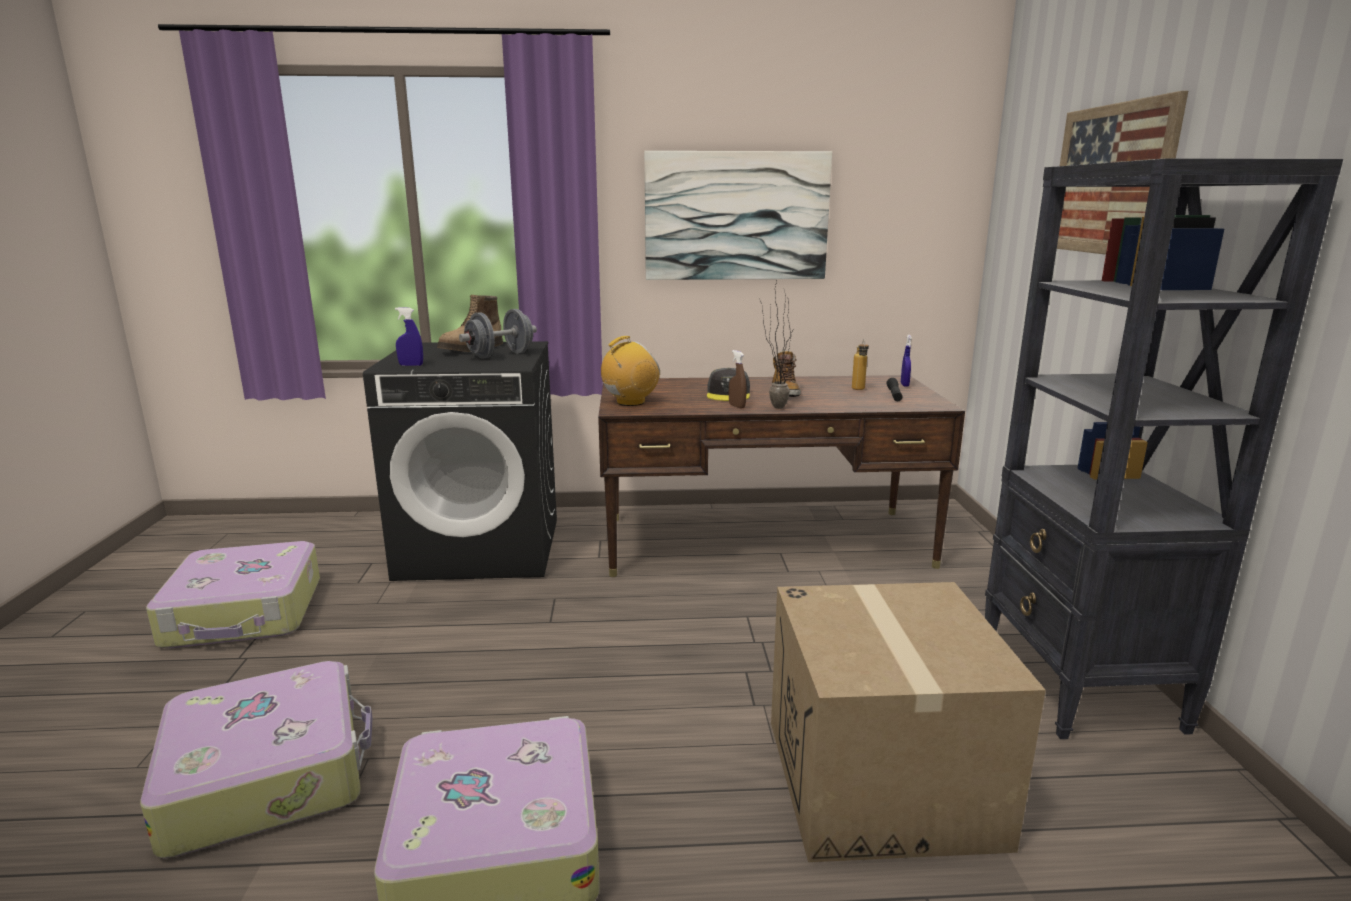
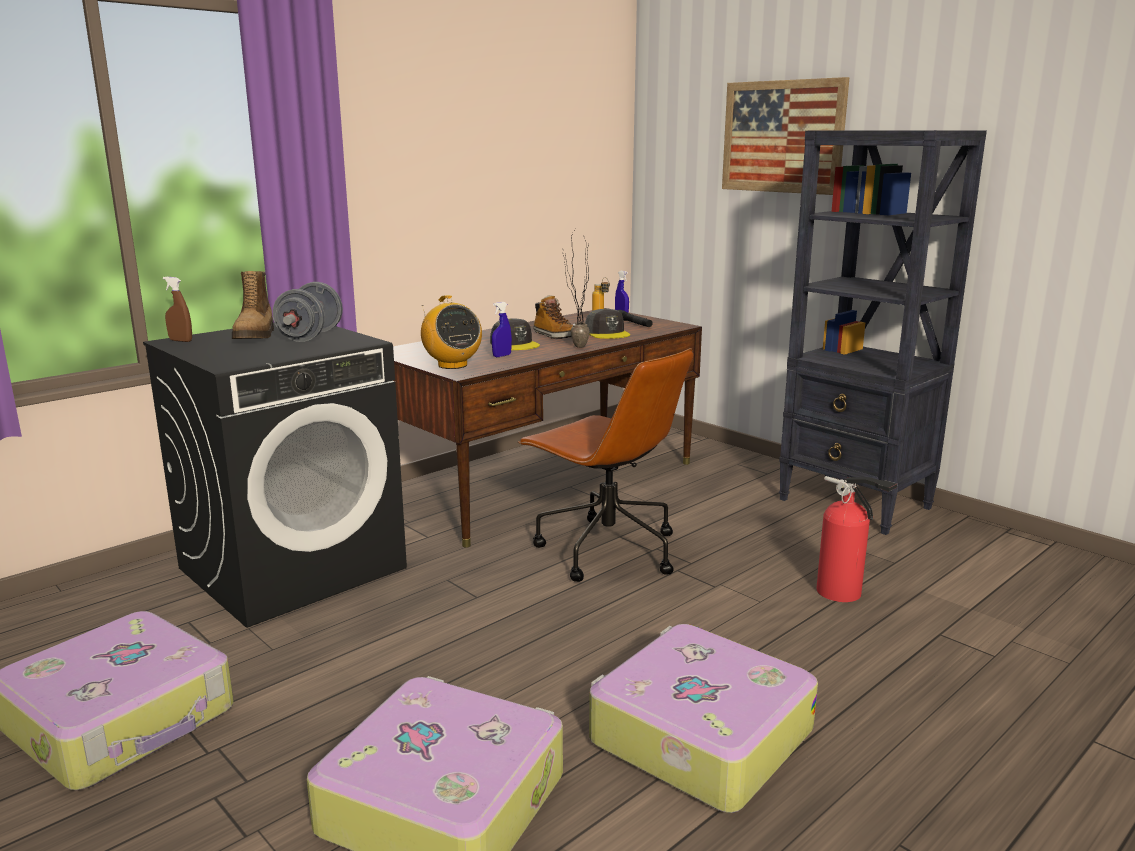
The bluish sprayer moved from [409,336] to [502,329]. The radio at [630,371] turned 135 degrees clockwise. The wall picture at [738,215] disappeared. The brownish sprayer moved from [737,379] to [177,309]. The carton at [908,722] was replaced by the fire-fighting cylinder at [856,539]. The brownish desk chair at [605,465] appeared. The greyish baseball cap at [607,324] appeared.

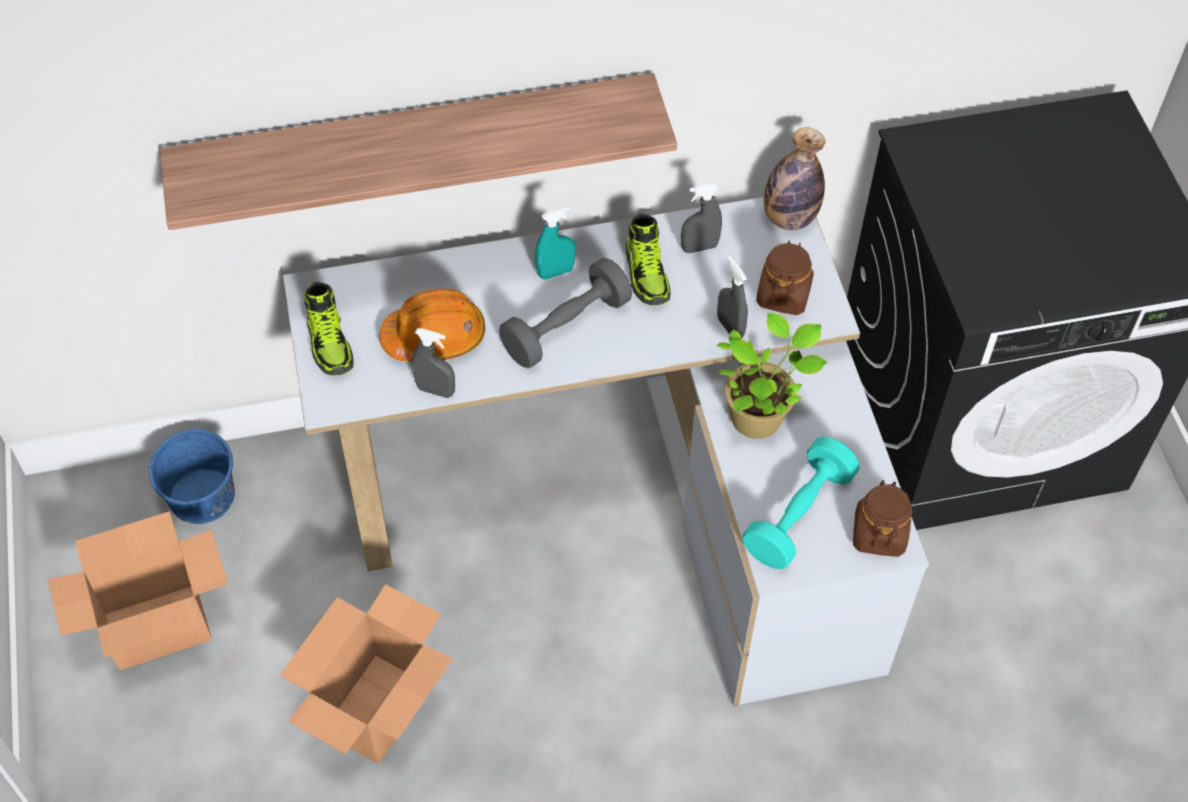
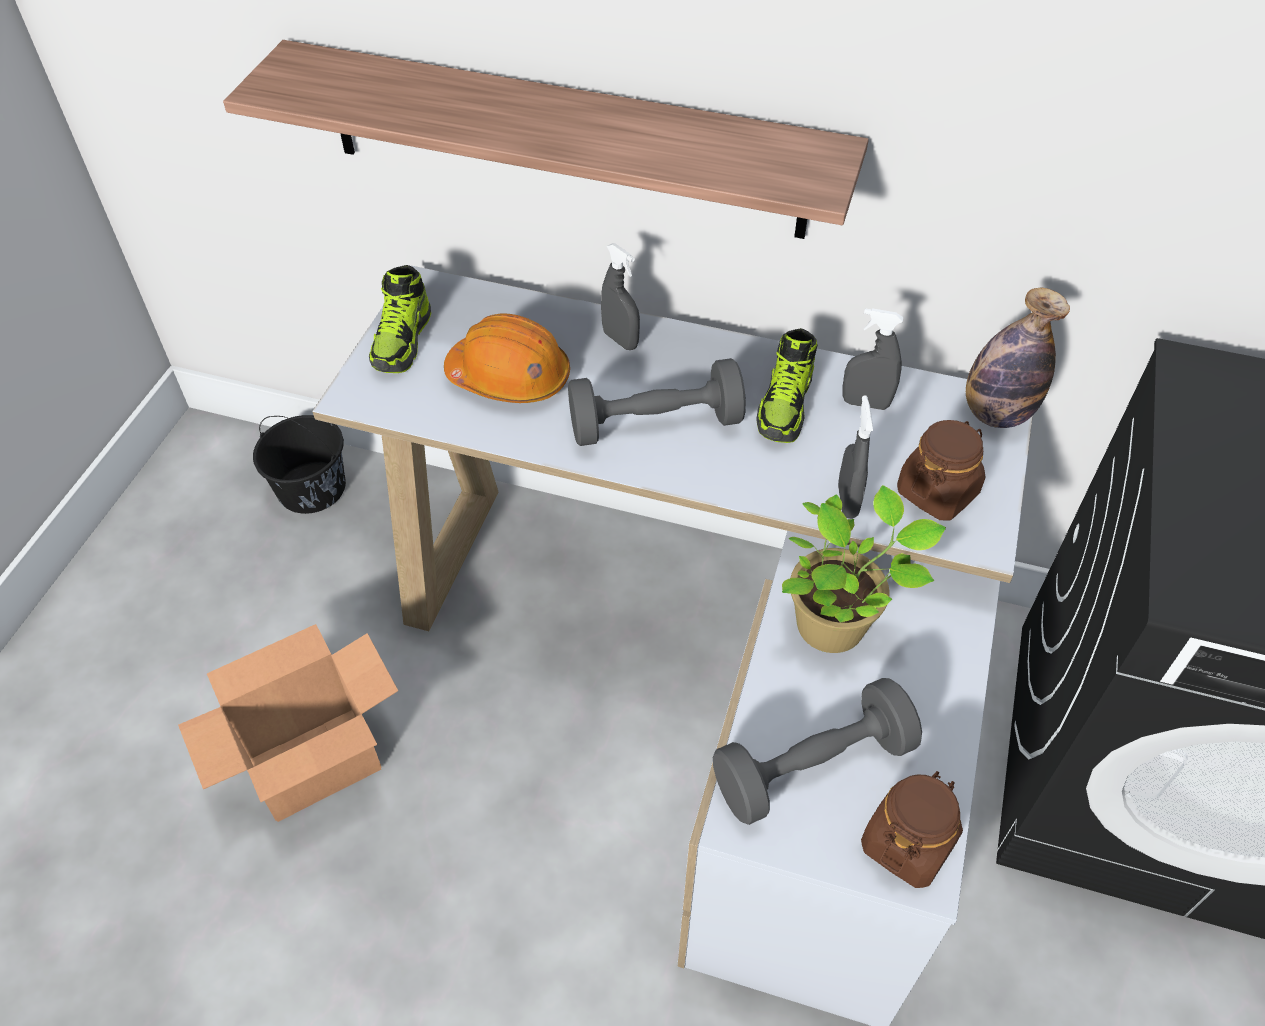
The carton at [138,590] disappeared. The bluish water bucket at [191,476] became the black-coloured water bucket at [299,464]. The greyish sprayer moved from [433,363] to [620,296]. The turquoise sprayer at [555,242] disappeared. The turquoise hand weight at [800,503] became the greyish hand weight at [817,751].

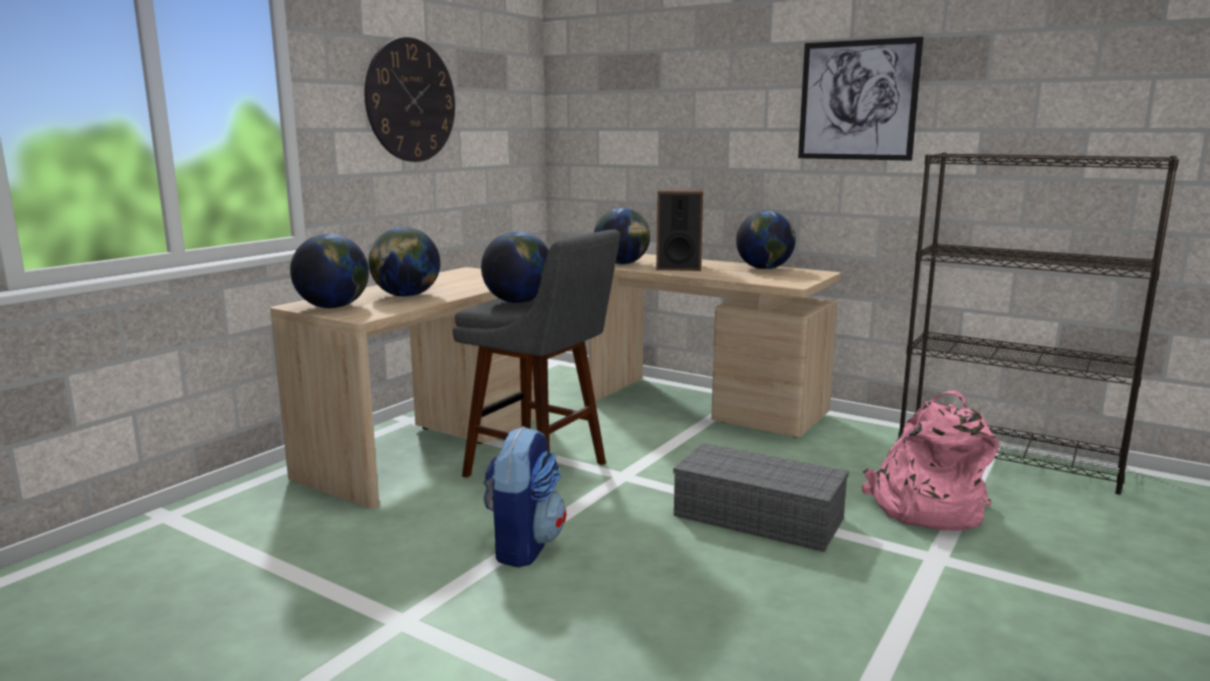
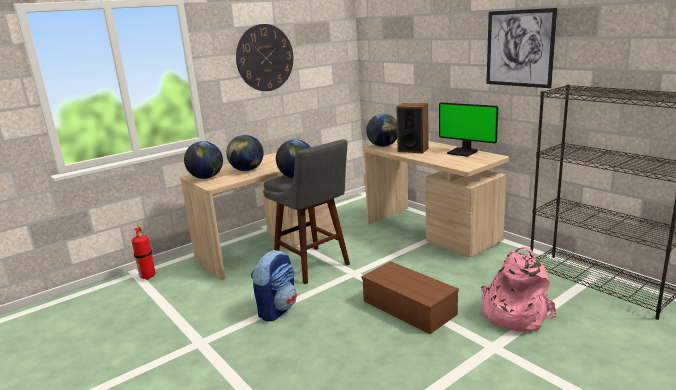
The greyish storage box at [761,497] became the brownish storage box at [410,297]. The globe at [766,240] was replaced by the computer display at [468,129]. The fire-fighting cylinder at [143,251] appeared.

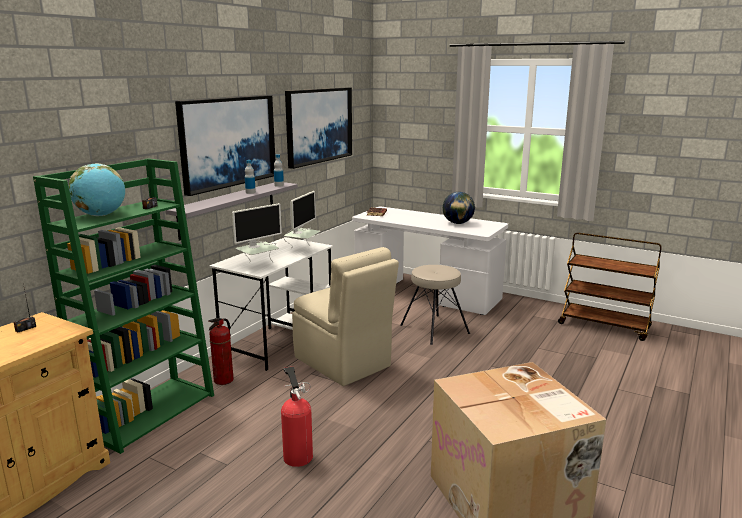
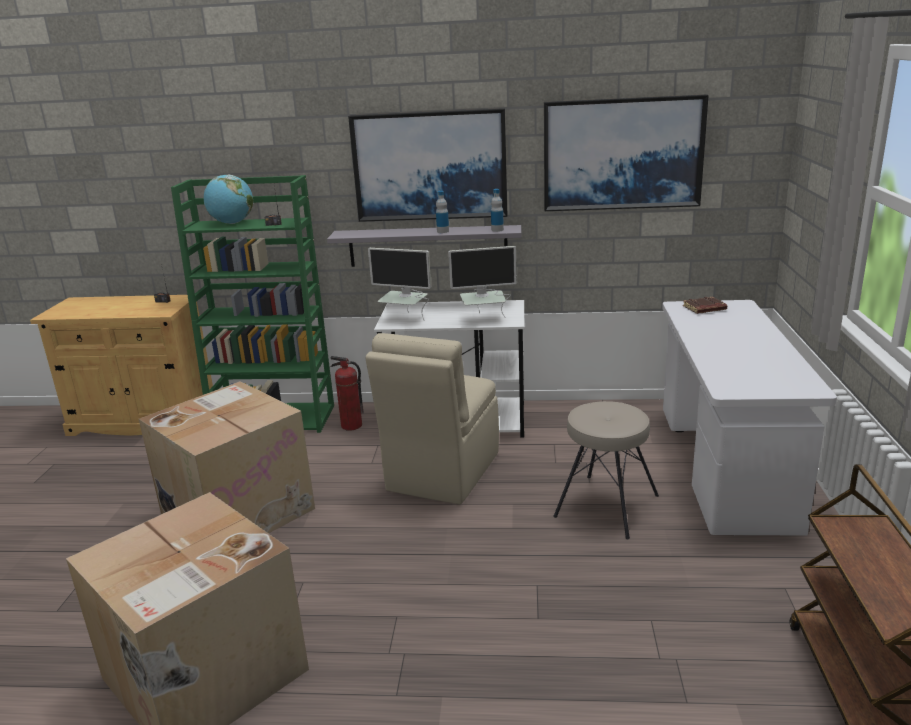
The fire-fighting cylinder at [297,416] was replaced by the carton at [227,457]. The globe at [459,208] disappeared.

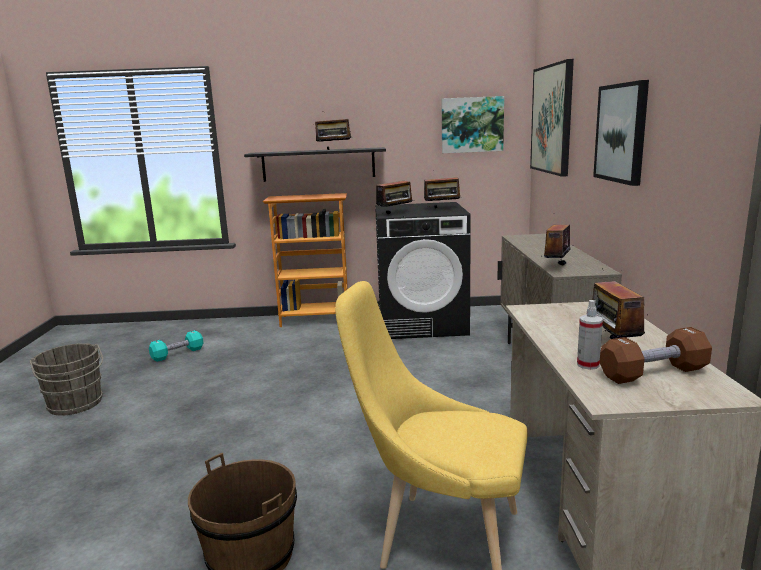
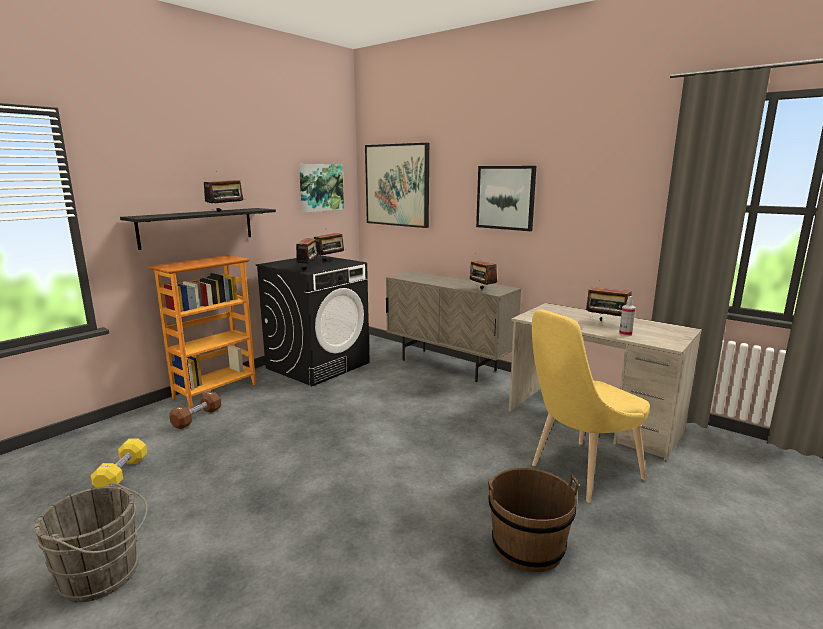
The turquoise hand weight at [176,346] became the yellow hand weight at [119,463]. The brownish hand weight moved from [656,355] to [195,410].

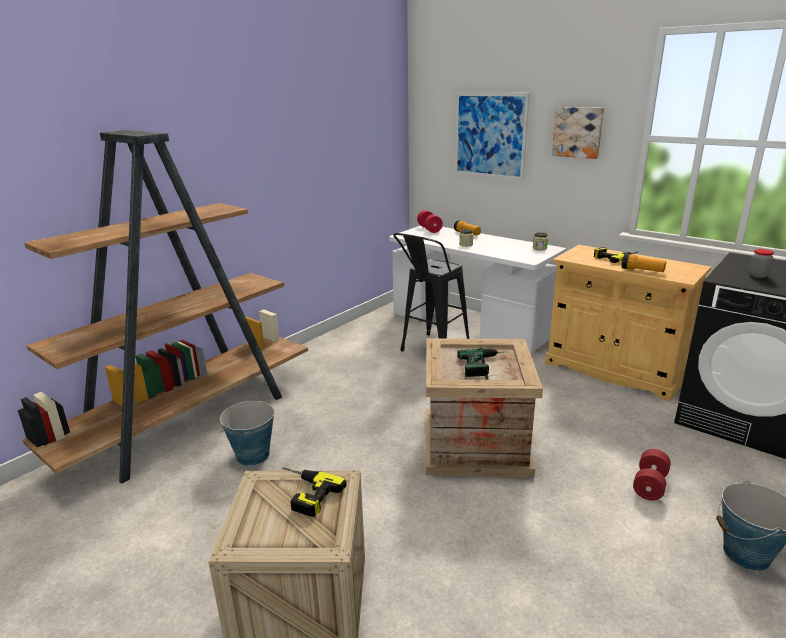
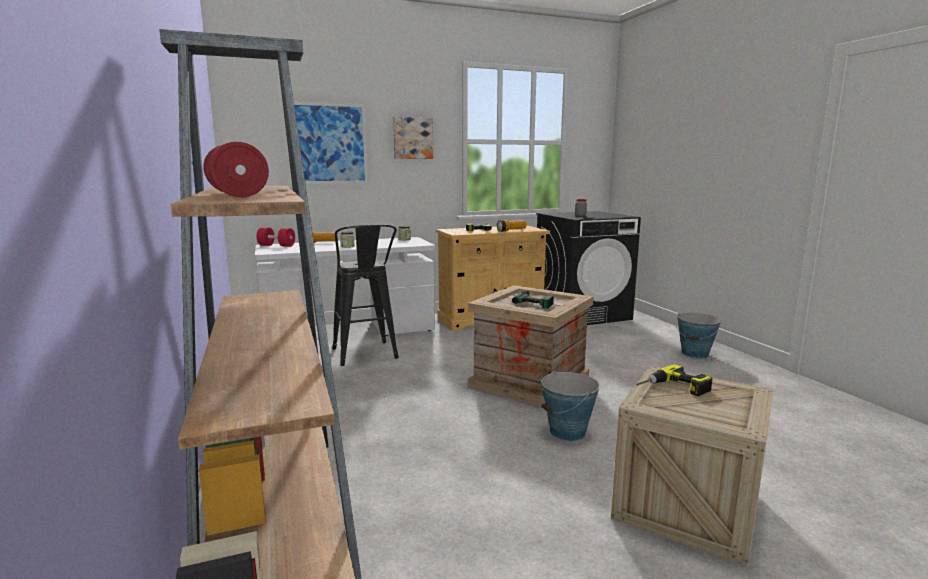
The water bucket moved from [247,433] to [570,406]. The red-coloured hand weight moved from [652,474] to [236,169].

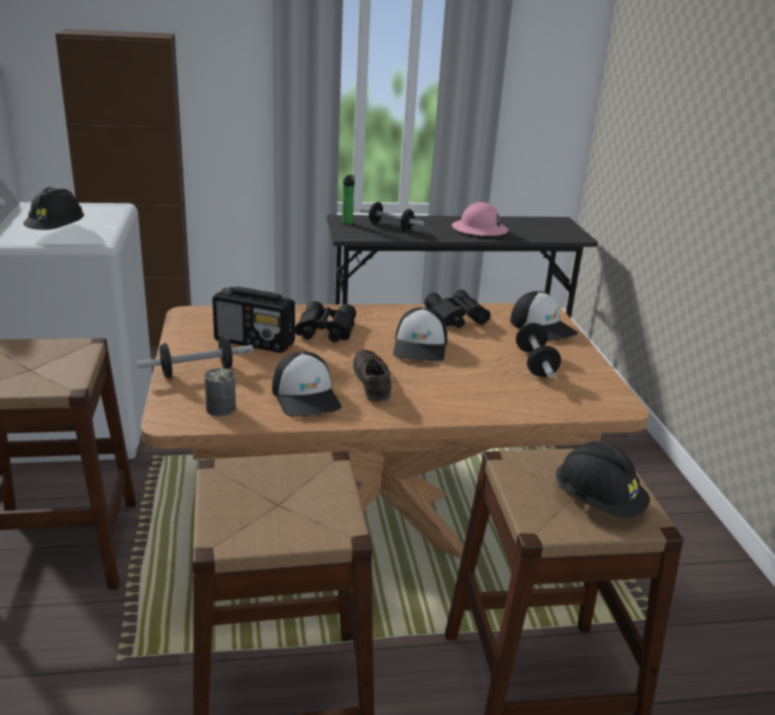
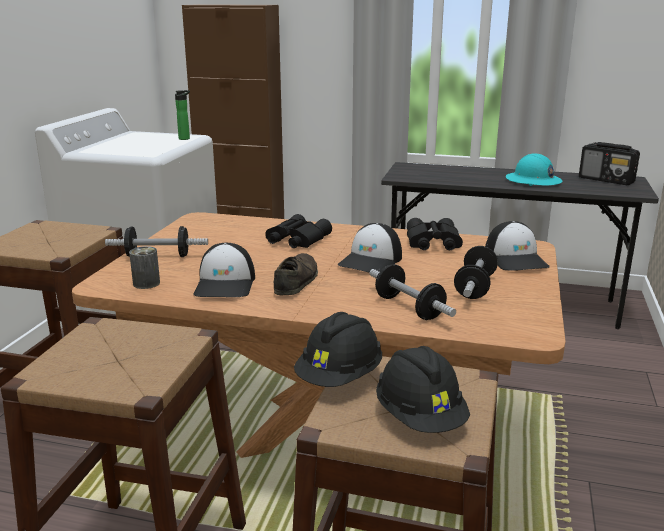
The black-coloured safety helmet moved from [53,208] to [338,349]. The radio moved from [253,320] to [609,163]. The beverage bottle moved from [348,200] to [182,115]. The hand weight moved from [392,216] to [413,292]. The pink safety helmet at [480,219] became the turquoise safety helmet at [534,169].

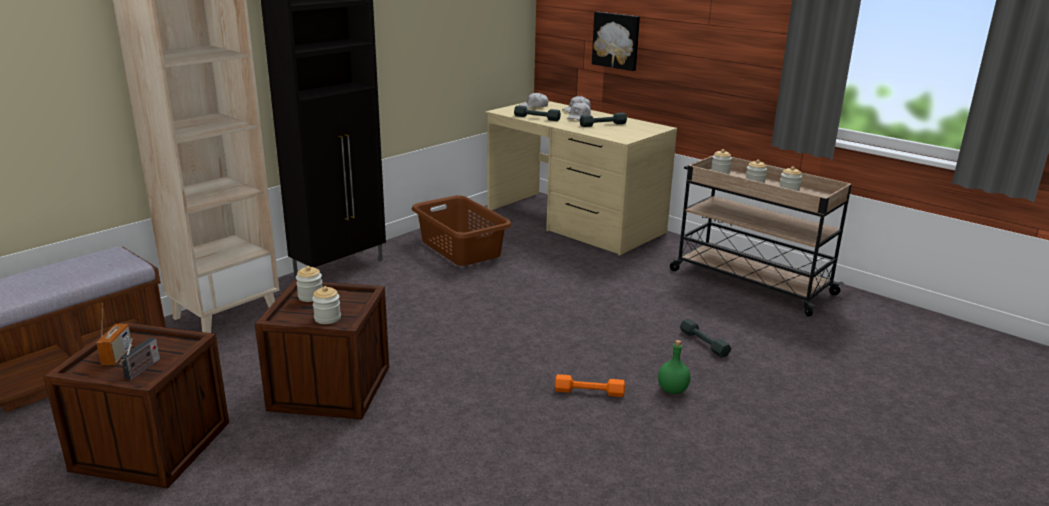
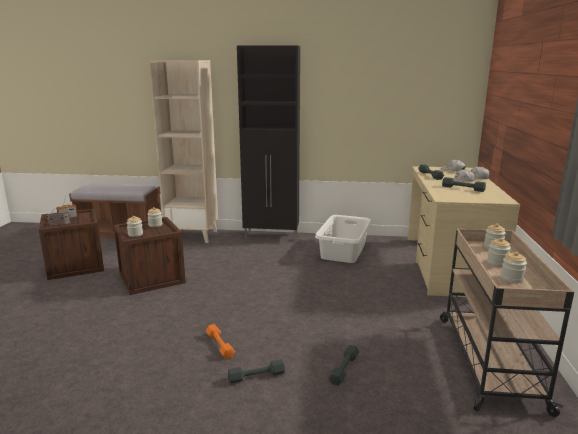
The brownish laundry basket at [462,230] became the white-coloured laundry basket at [343,239]. The wall picture at [616,41] disappeared. The greenish beverage bottle at [674,367] was replaced by the greyish hand weight at [256,371].

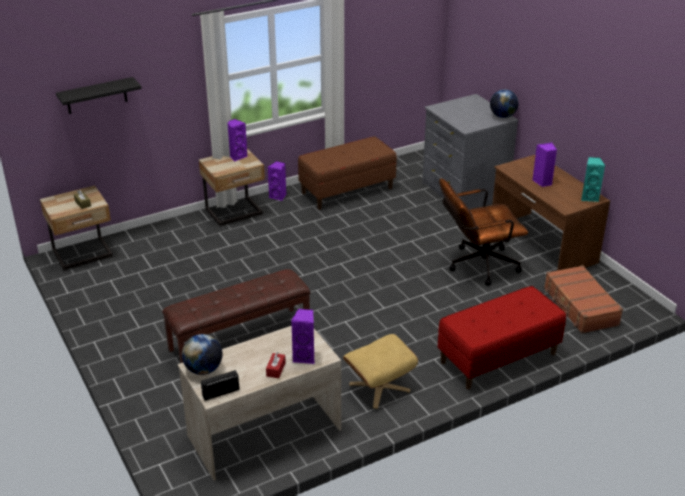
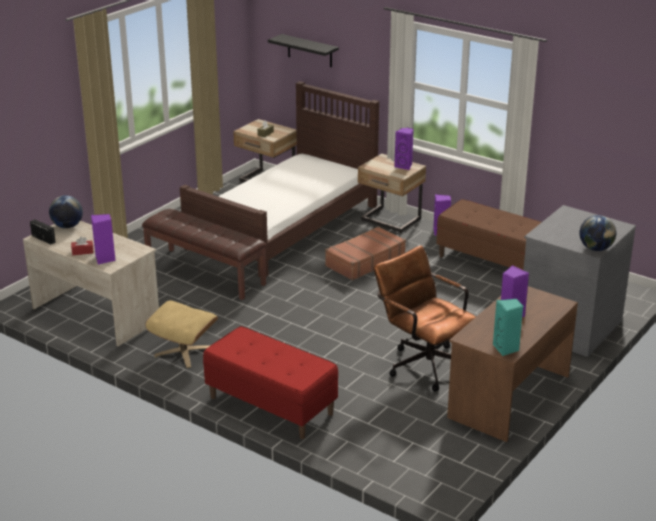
The brownish suitcase moved from [583,299] to [365,253]. The brownish bedroom bed at [279,179] appeared.

